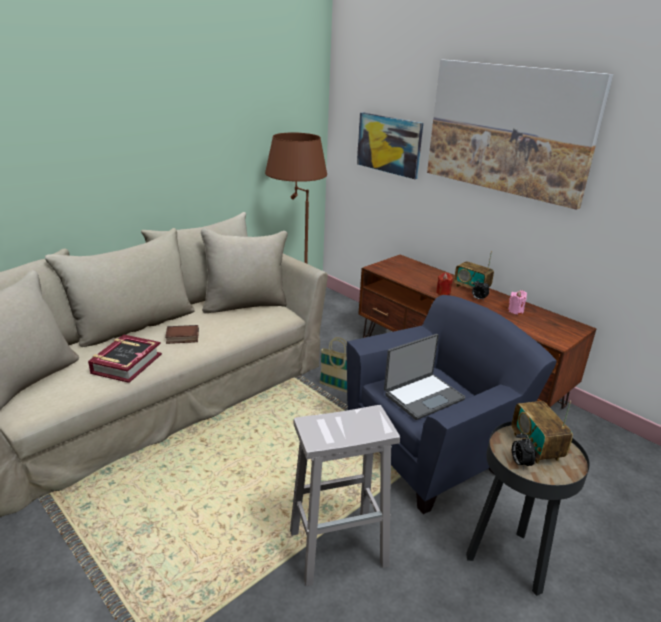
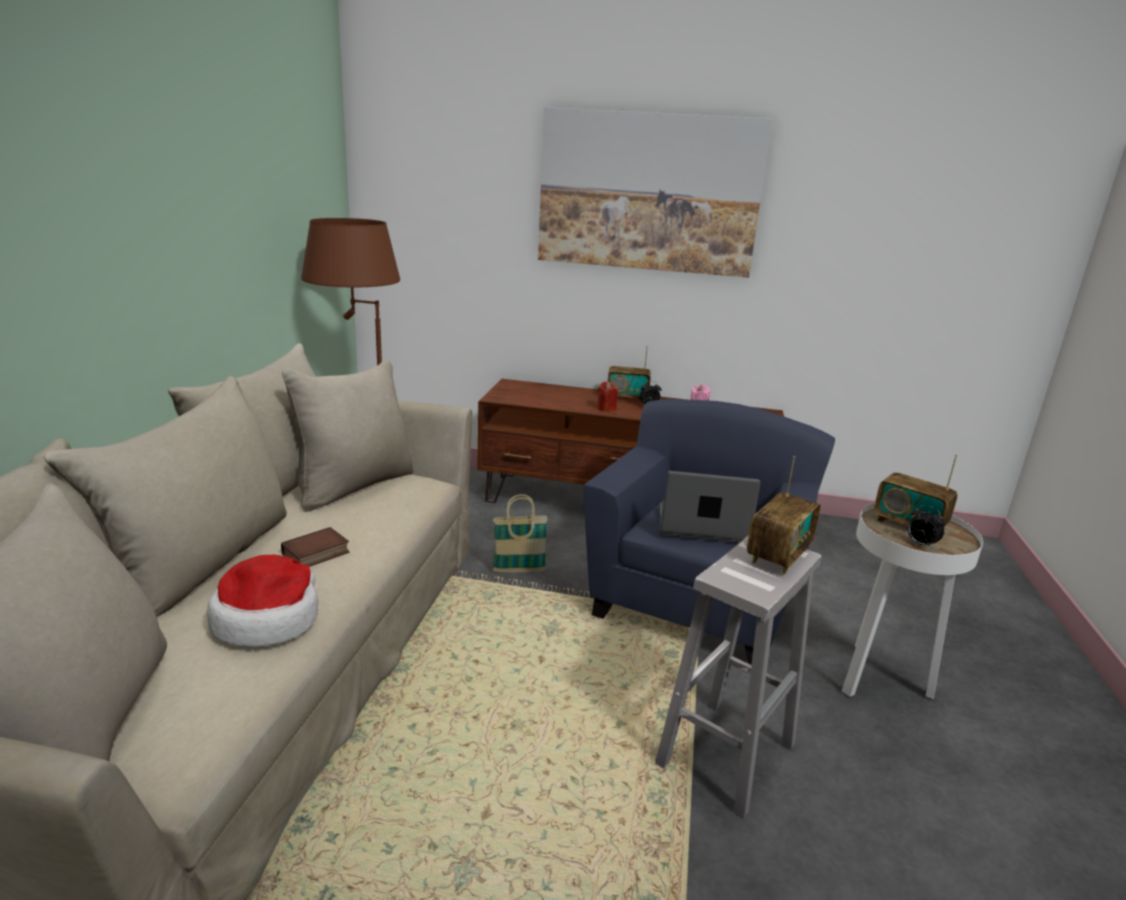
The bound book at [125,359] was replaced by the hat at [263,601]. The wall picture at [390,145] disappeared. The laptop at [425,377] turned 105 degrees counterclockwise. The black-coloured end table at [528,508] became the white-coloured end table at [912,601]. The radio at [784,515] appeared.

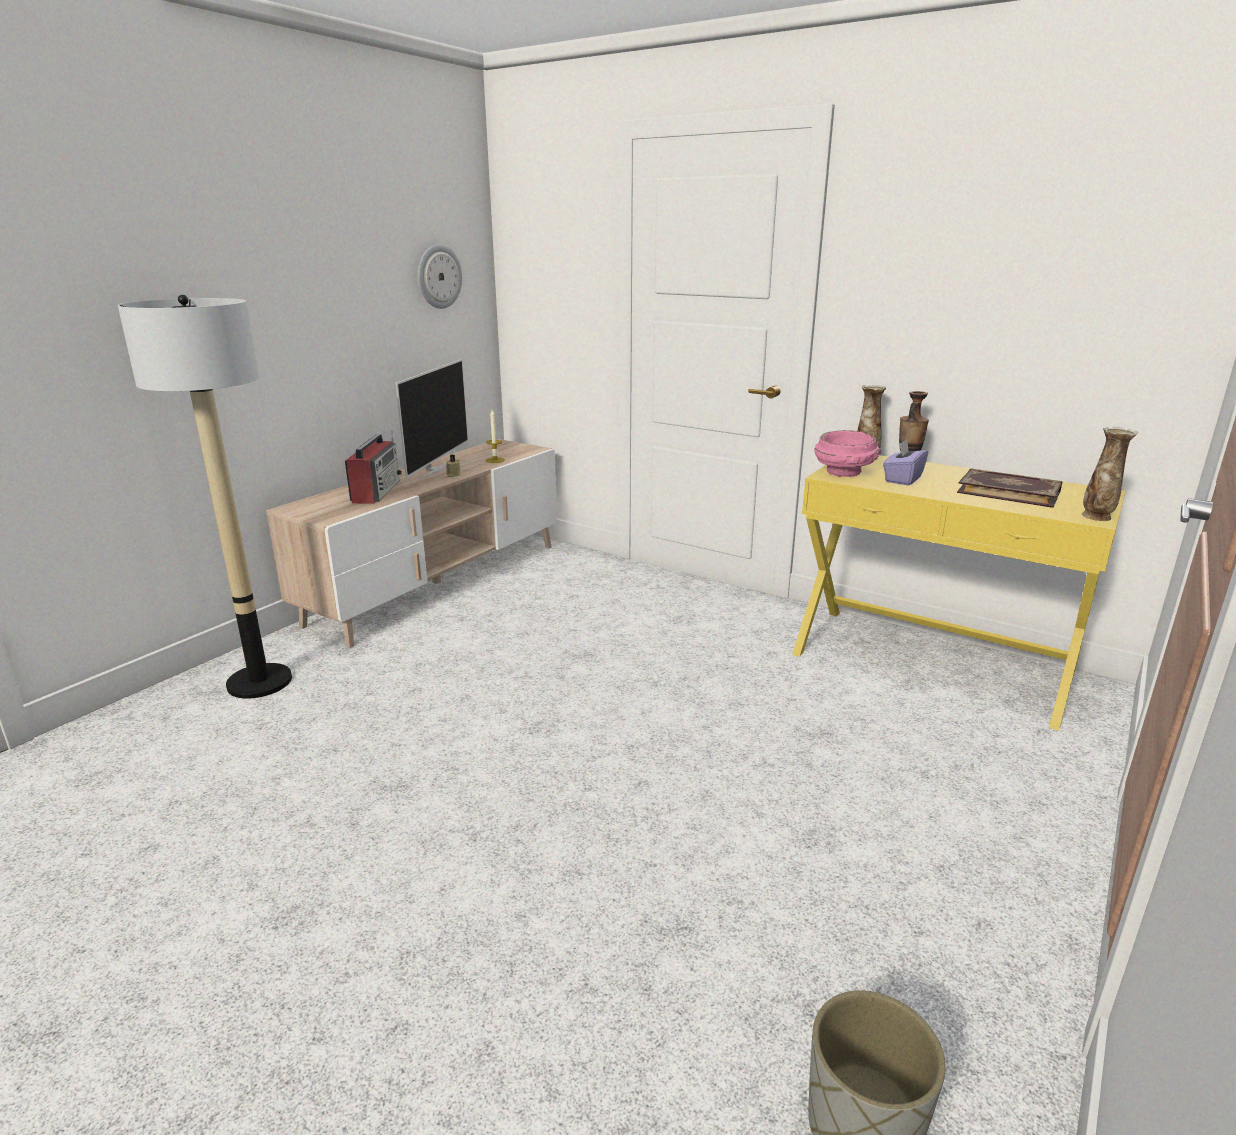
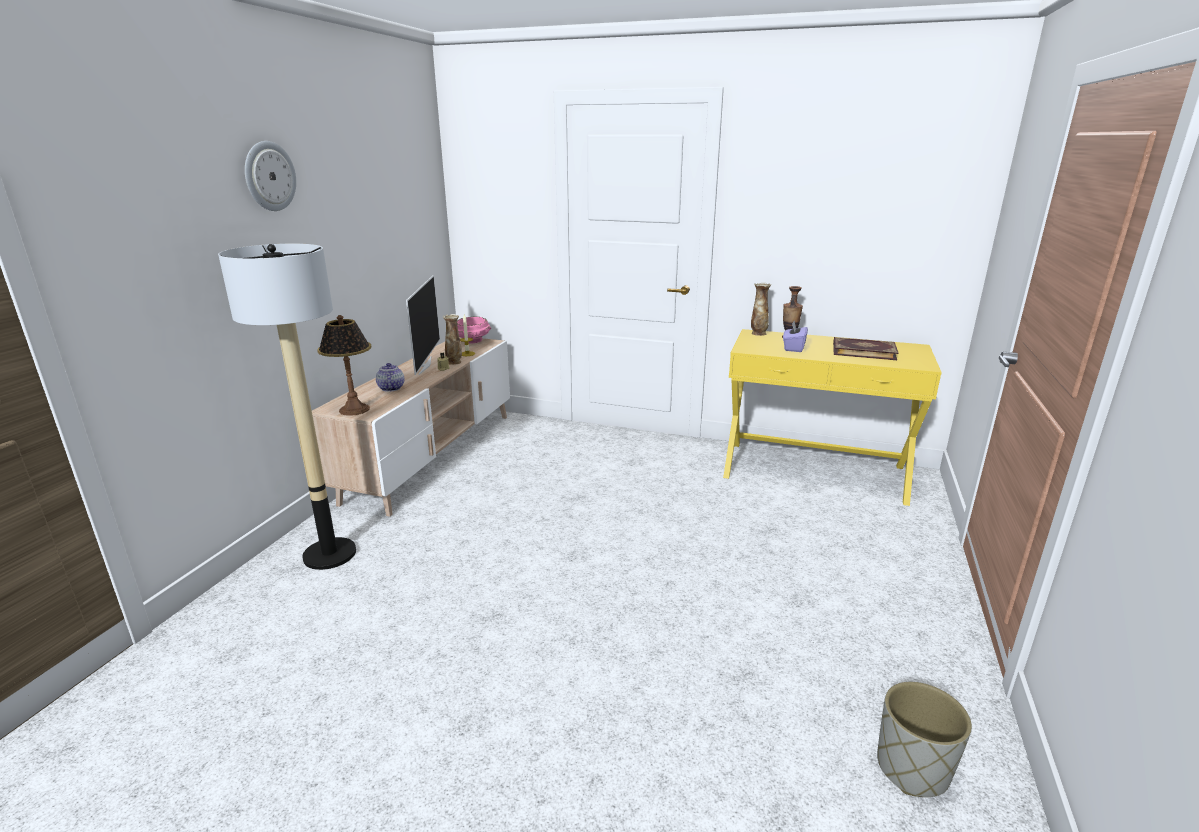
The radio at [373,467] was replaced by the pot for tea at [390,377]. The clock on the wall moved from [440,276] to [270,176]. The pink serving bowl moved from [847,453] to [474,330]. The decorative vase moved from [1110,474] to [452,339]. The lamp for a table at [344,365] appeared.

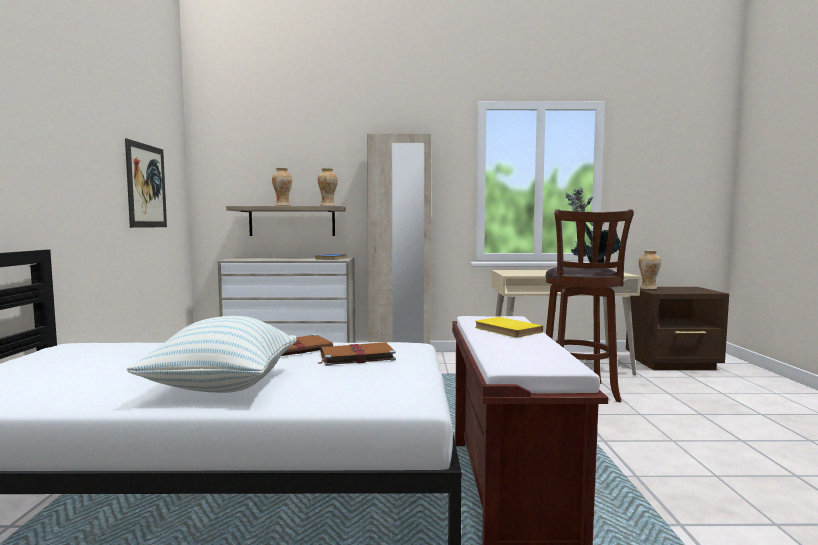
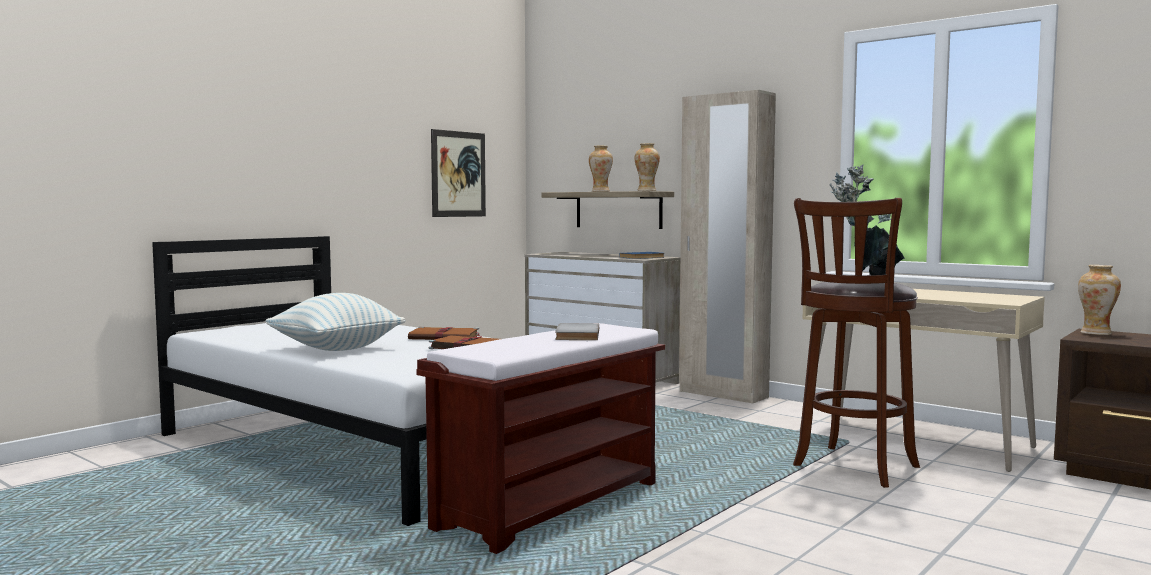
The yellow bound book at [509,327] became the greyish bound book at [577,331].

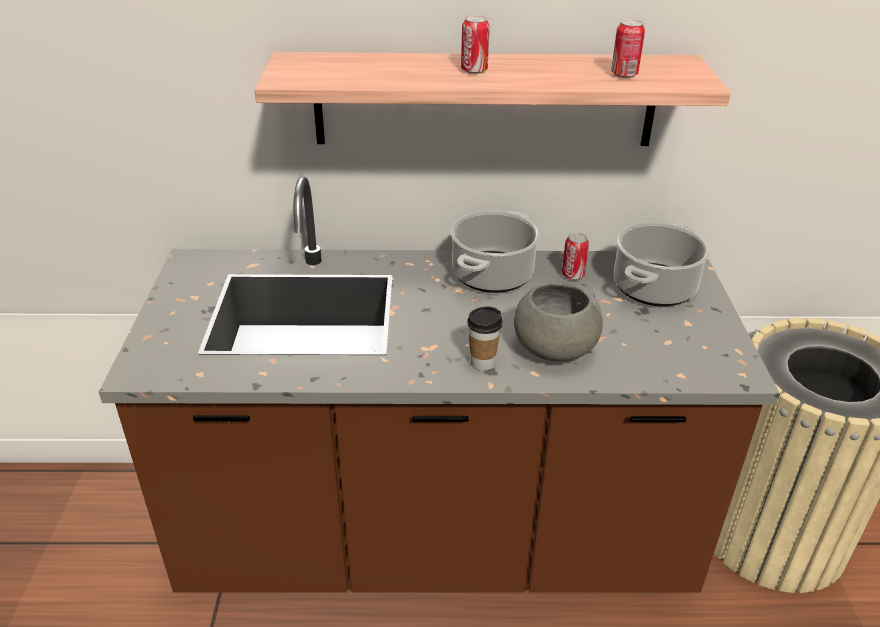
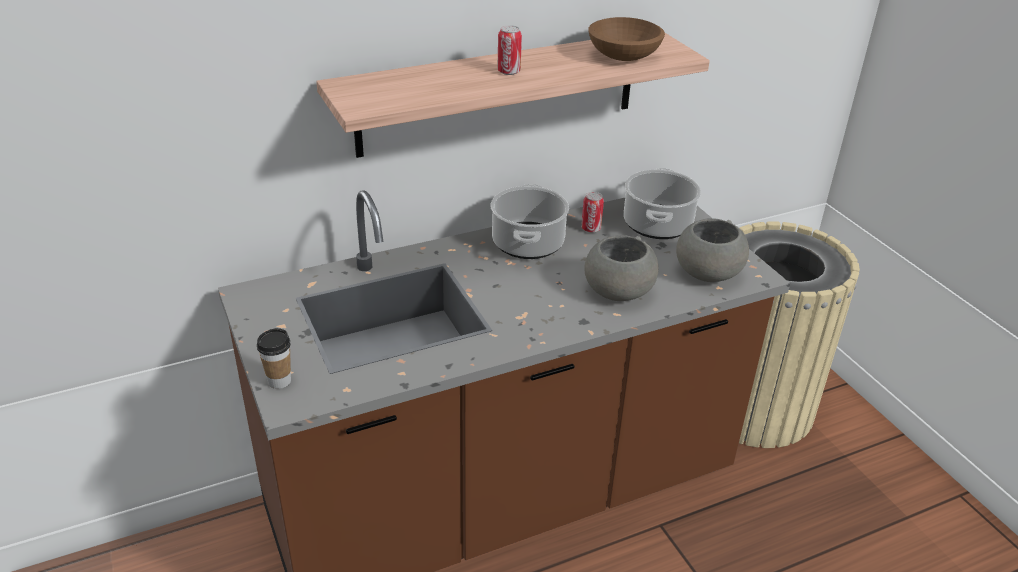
The small cup moved from [484,339] to [274,358]. The sealed can at [628,48] was replaced by the brownish serving bowl at [626,39]. The greyish serving bowl at [712,250] appeared.

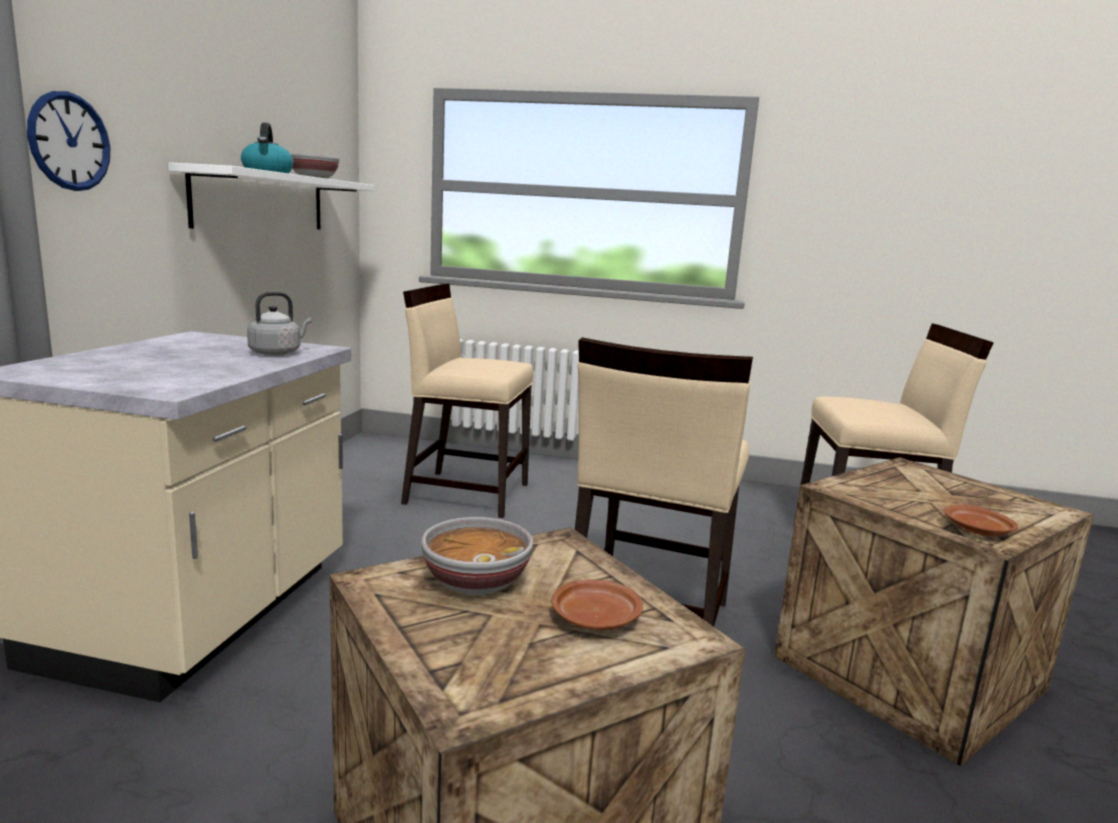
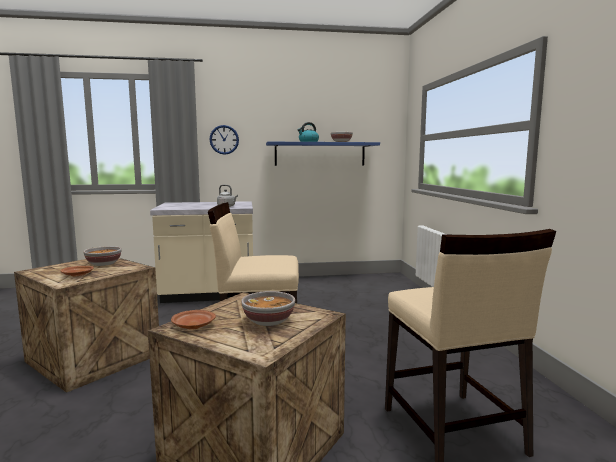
The white-coloured bracket shelf at [271,195] became the bluish bracket shelf at [323,154]. The sand-coloured chair at [467,400] disappeared. The serving bowl at [268,308] appeared.

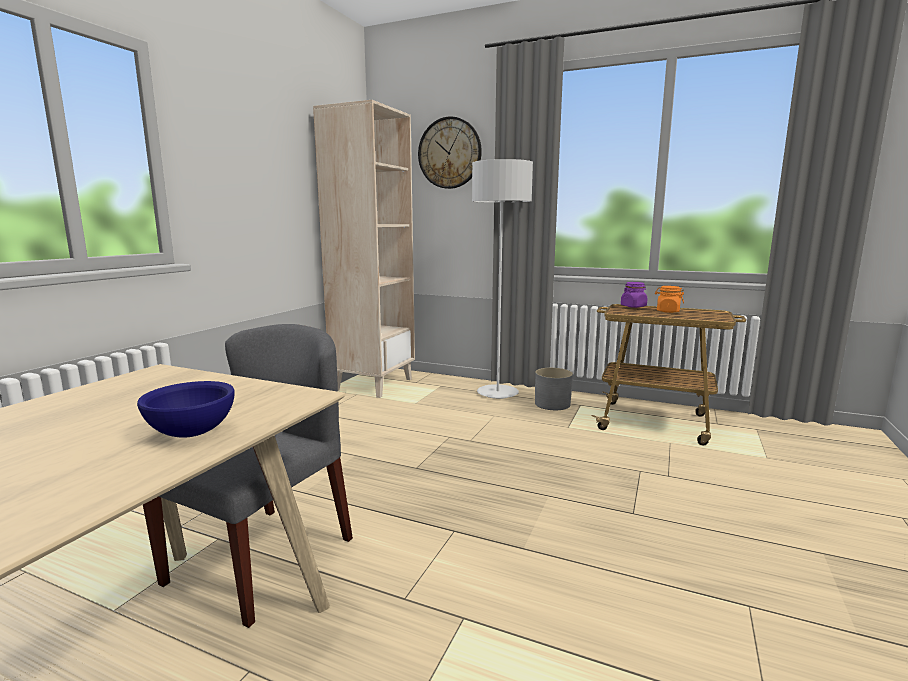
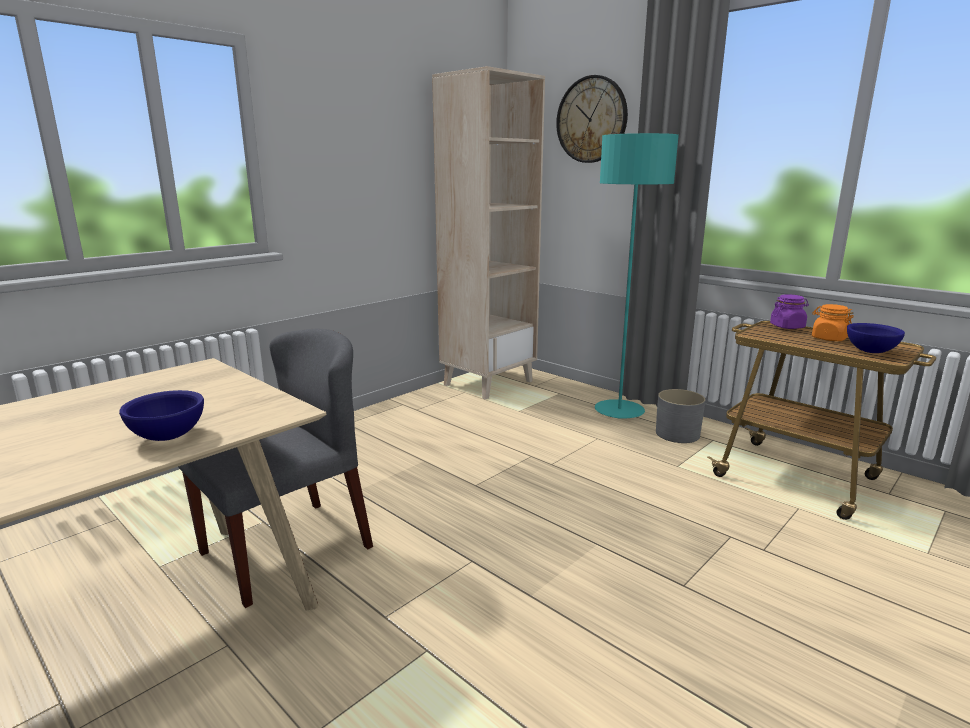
The greyish standard lamp at [502,279] became the turquoise standard lamp at [637,276]. The bluish serving bowl at [876,338] appeared.

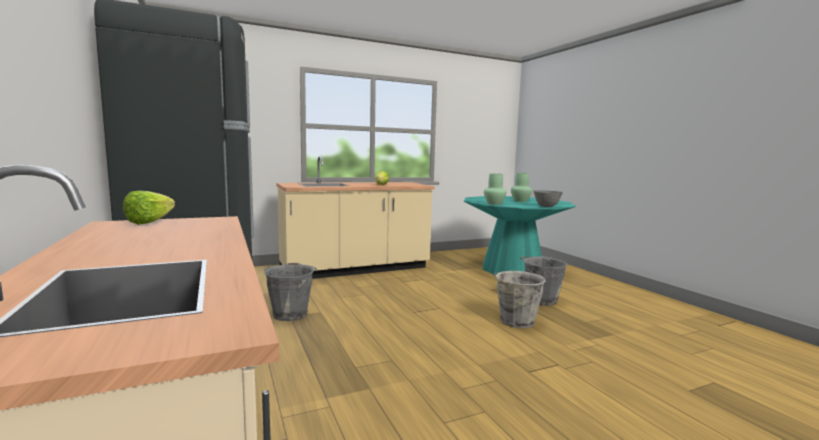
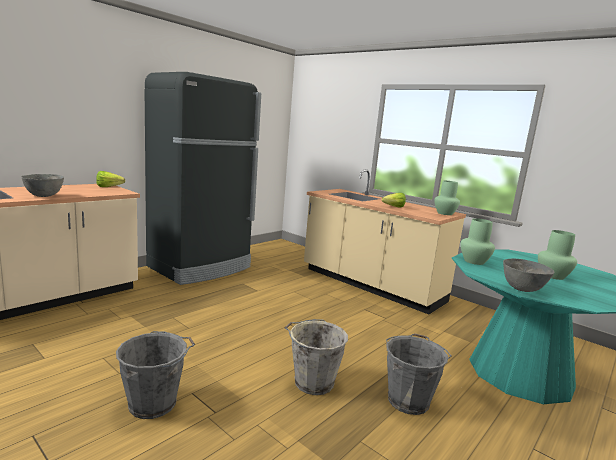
The greyish water bucket moved from [290,292] to [155,375]. The greyish serving bowl at [42,185] appeared. The greenish decorative vase at [447,198] appeared.

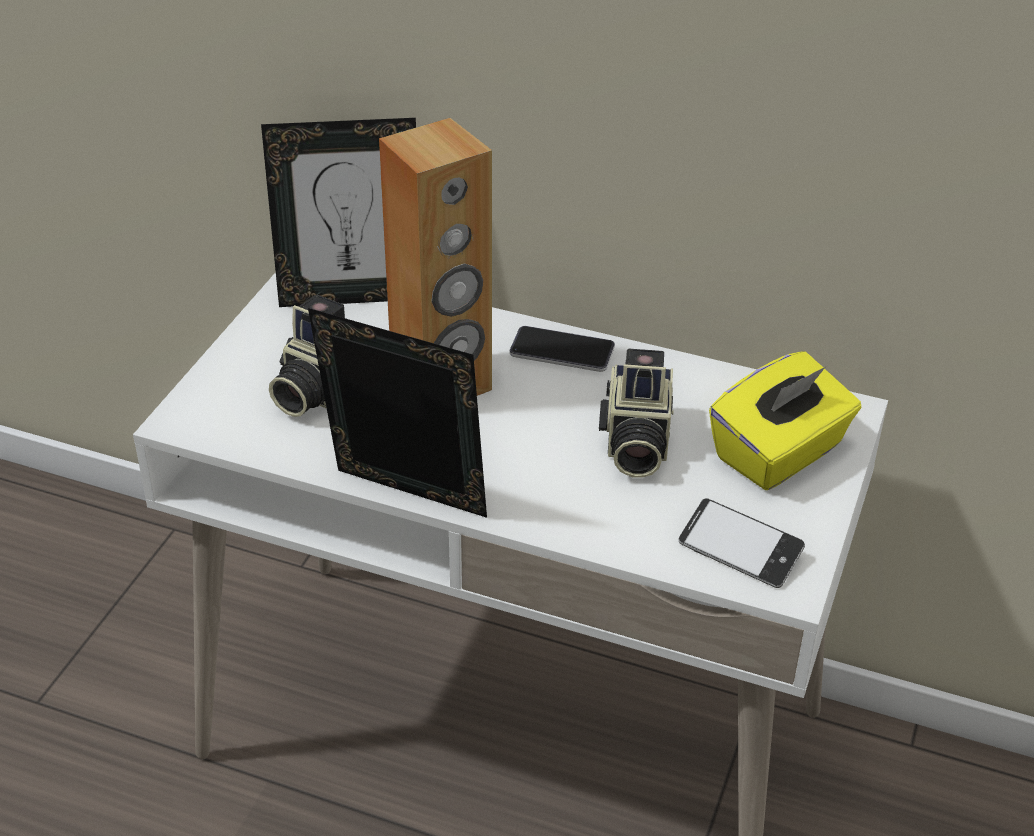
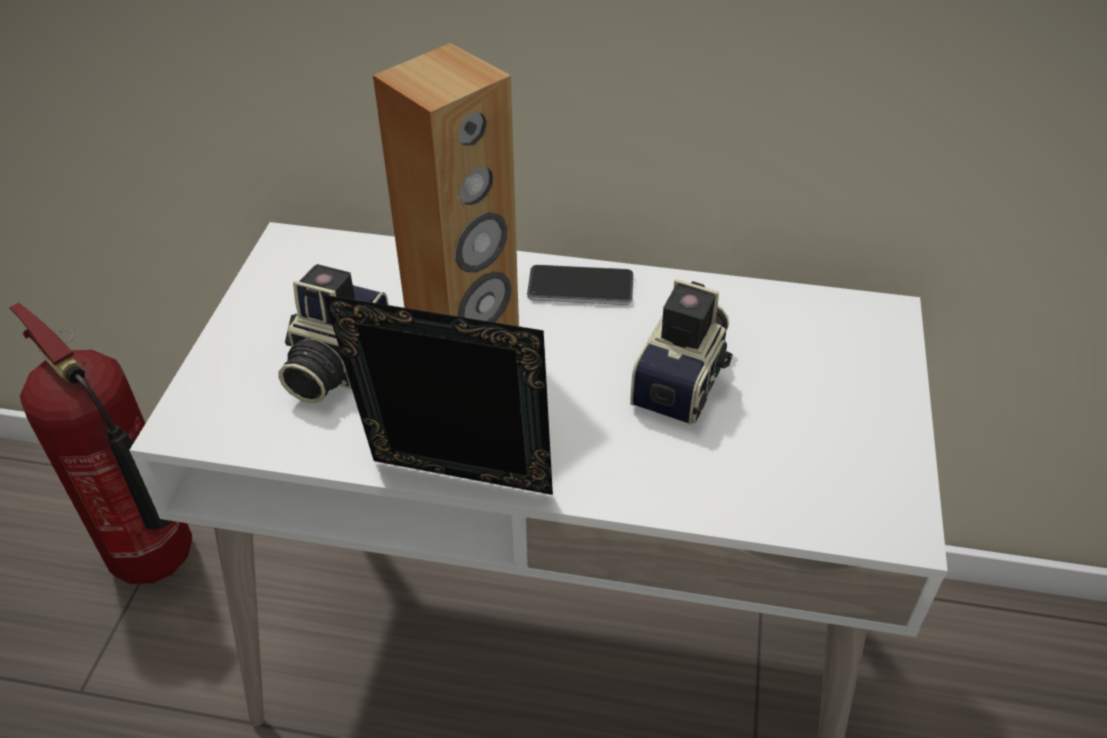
The picture frame at [338,212] disappeared. The photo camera at [636,412] turned 150 degrees counterclockwise. The handset at [742,543] disappeared. The yellow tissue box at [785,421] disappeared. The fire-fighting cylinder at [100,443] appeared.

